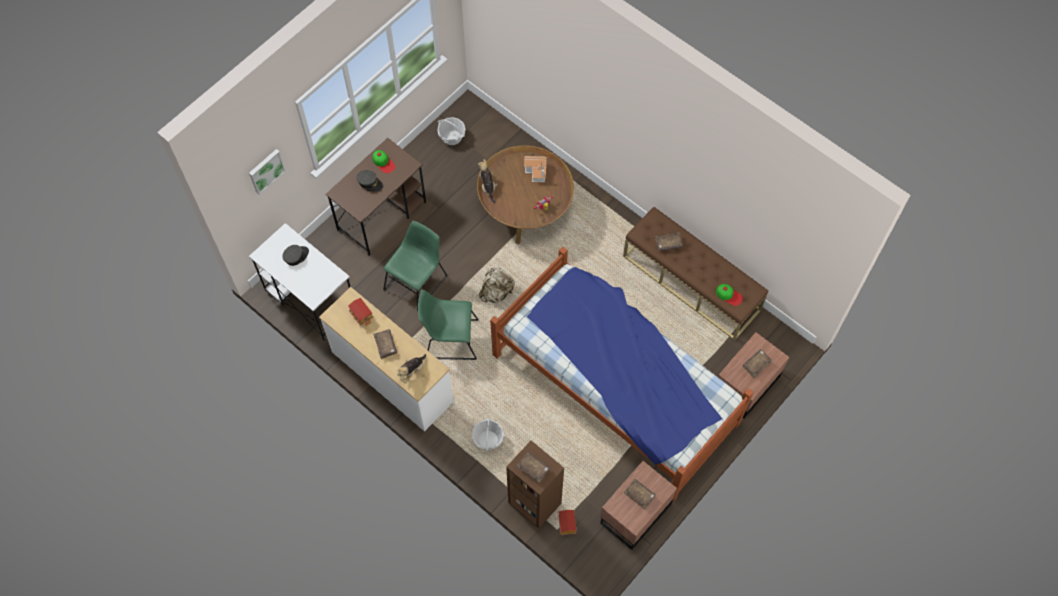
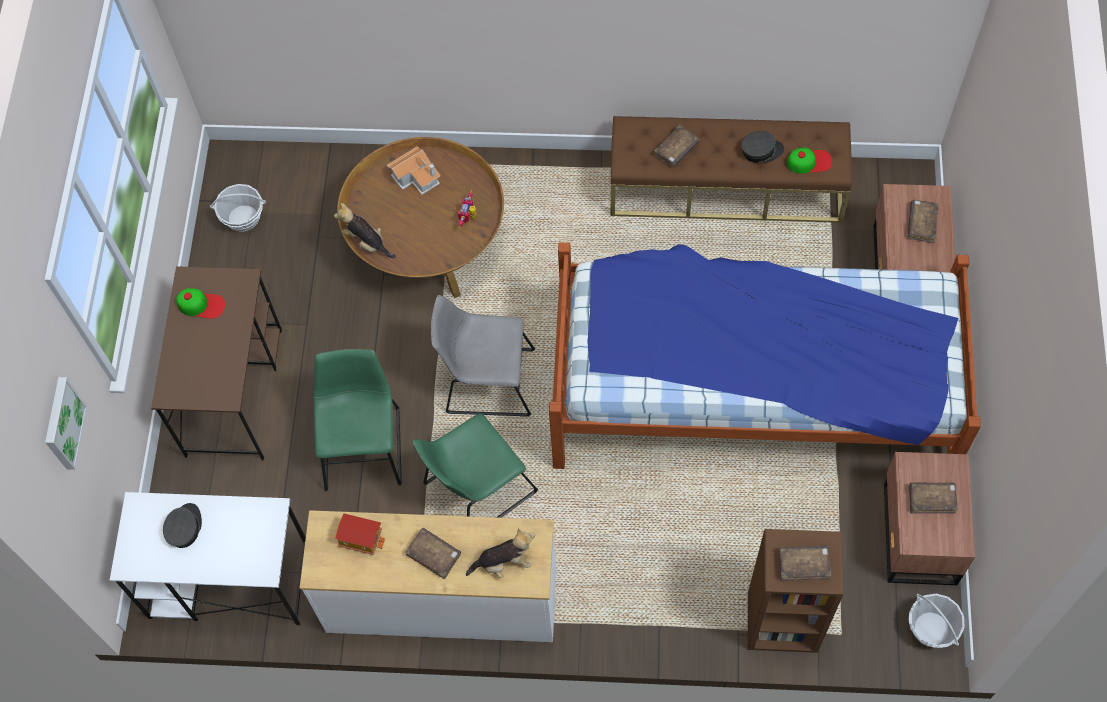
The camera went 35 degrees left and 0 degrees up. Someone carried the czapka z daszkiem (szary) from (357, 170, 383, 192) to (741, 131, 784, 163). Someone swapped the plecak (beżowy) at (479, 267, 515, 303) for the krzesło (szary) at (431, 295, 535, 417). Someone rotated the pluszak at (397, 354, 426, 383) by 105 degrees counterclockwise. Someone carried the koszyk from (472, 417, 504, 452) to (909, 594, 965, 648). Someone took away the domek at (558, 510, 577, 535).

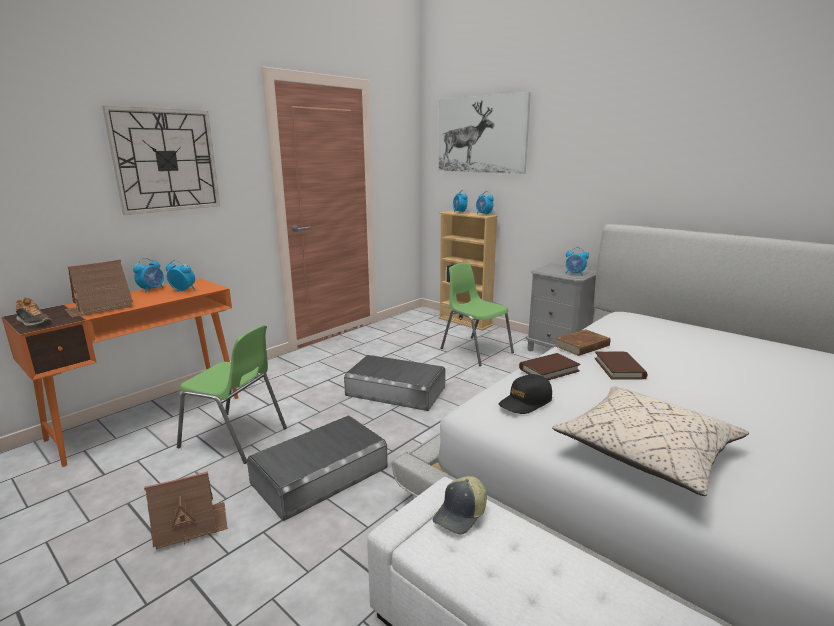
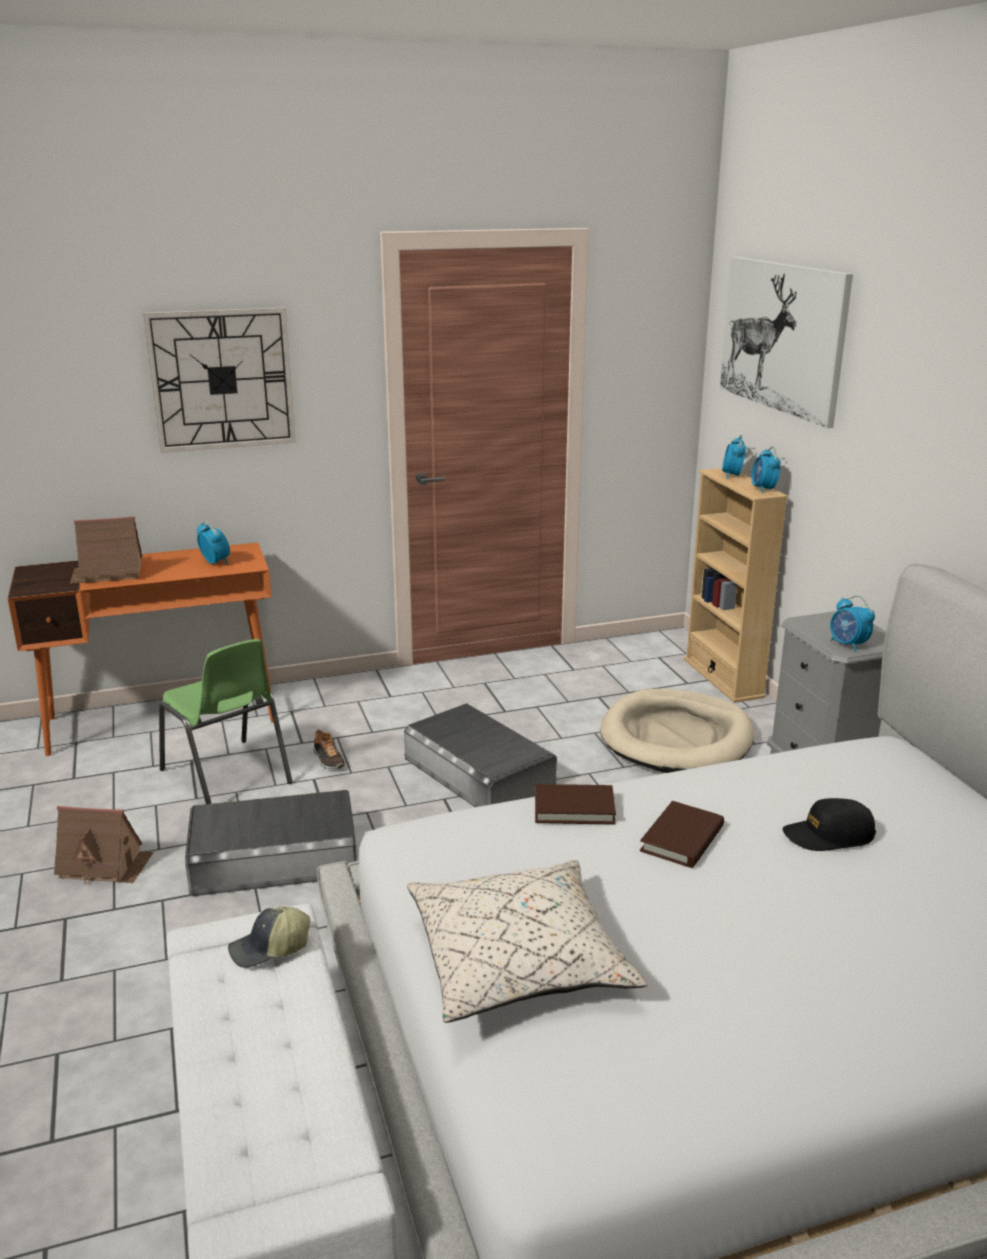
The camera went 30 degrees right and 5 degrees up. Someone took away the budzik at (133, 258, 164, 293). Someone swapped the krzesło (zielony) at (441, 263, 514, 366) for the legowisko (beżowy) at (600, 689, 754, 773). Someone carried the but from (16, 297, 52, 326) to (313, 729, 346, 769). Someone took away the książka (brązowy) at (555, 329, 610, 356). Someone carried the czapka z daszkiem (czarny) from (499, 374, 552, 414) to (782, 798, 876, 851).

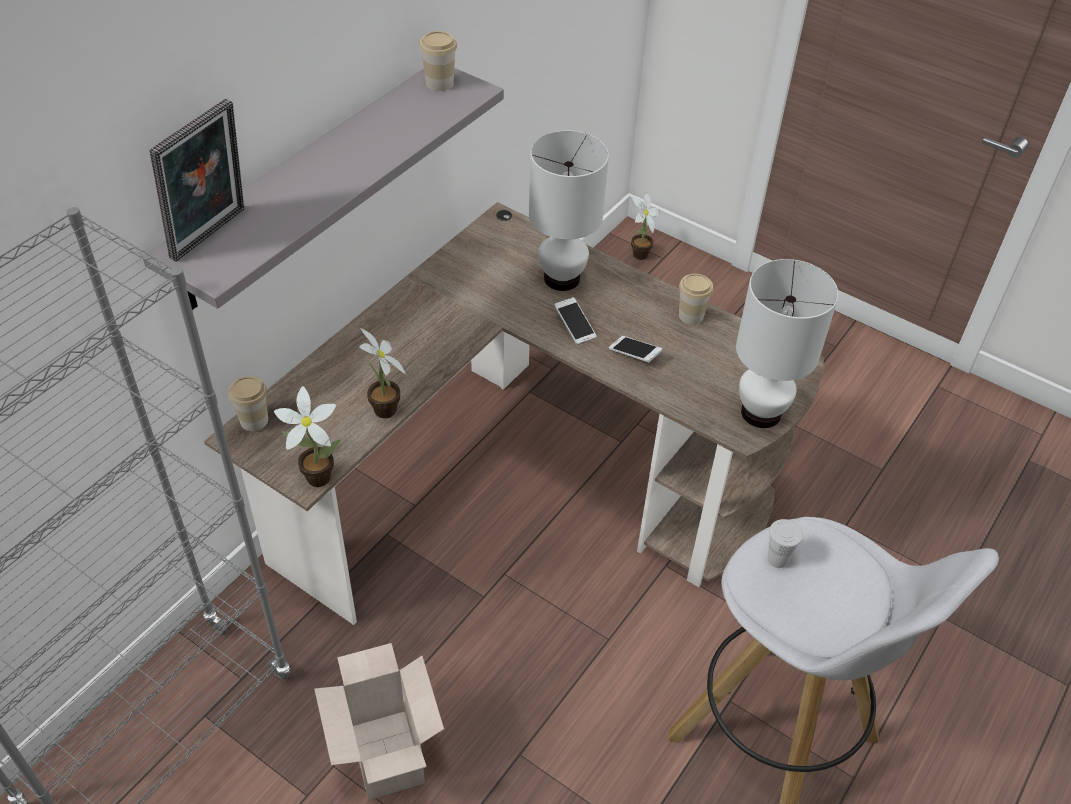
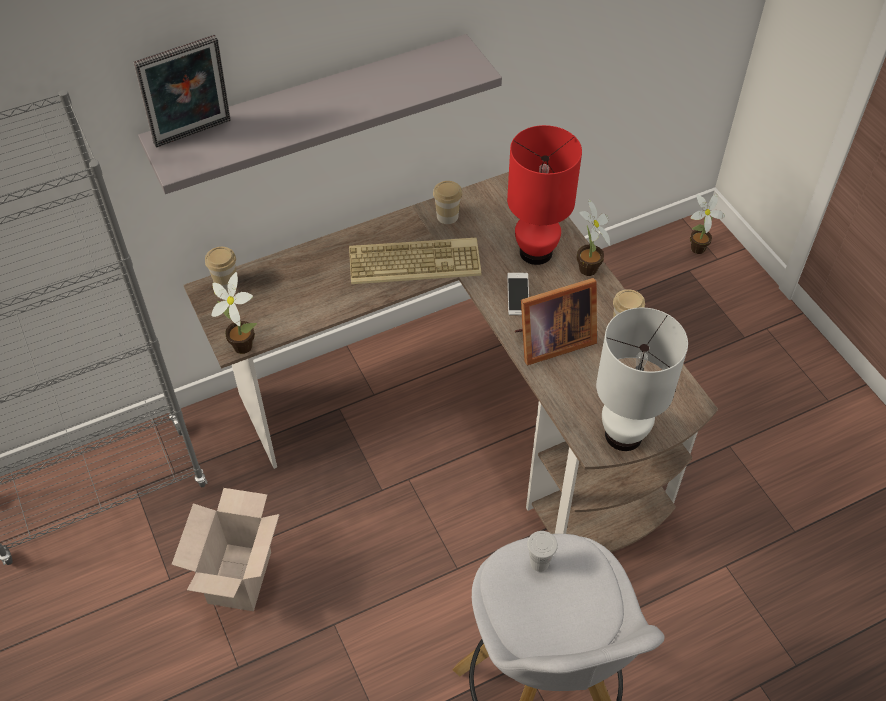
The camera went 30 degrees right and 5 degrees up. Someone carried the filiżanka from (419, 31, 457, 91) to (433, 181, 462, 224). Someone repainted the lampa stołowa (biały) at (529, 130, 609, 291), which became the lampa stołowa (czerwony) at (507, 125, 582, 265). Someone carried the roślina doniczkowa from (359, 328, 406, 418) to (577, 198, 610, 276). Someone swapped the telefon at (609, 336, 662, 362) for the ramka na zdjęcie at (515, 278, 597, 365). Someone put down the klawiatura at (349, 237, 481, 284).

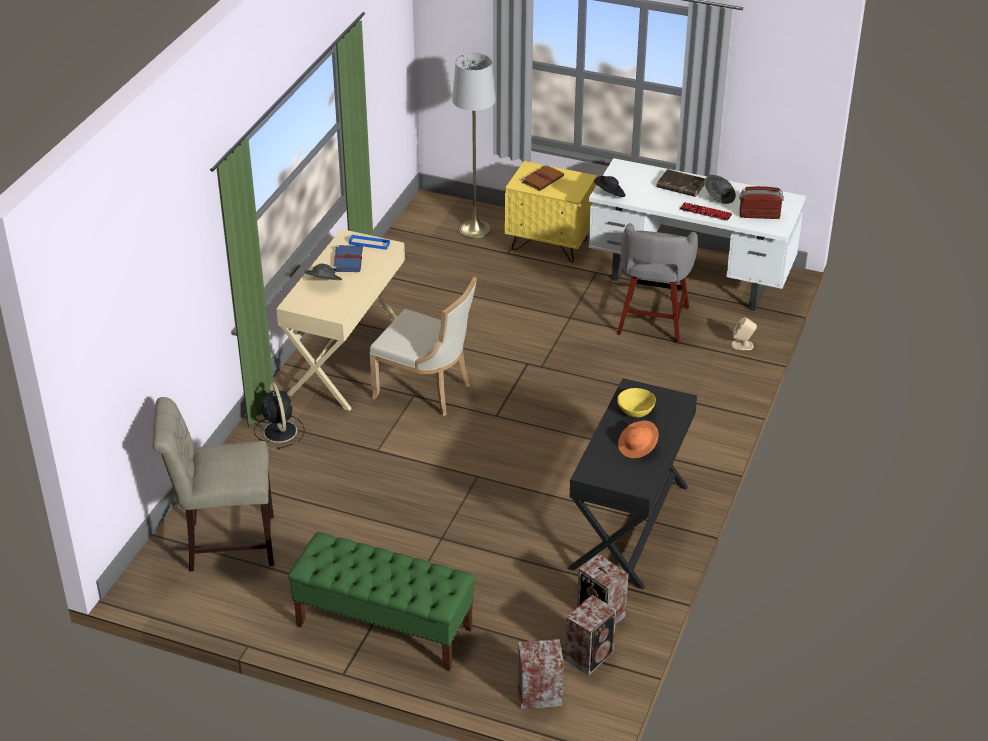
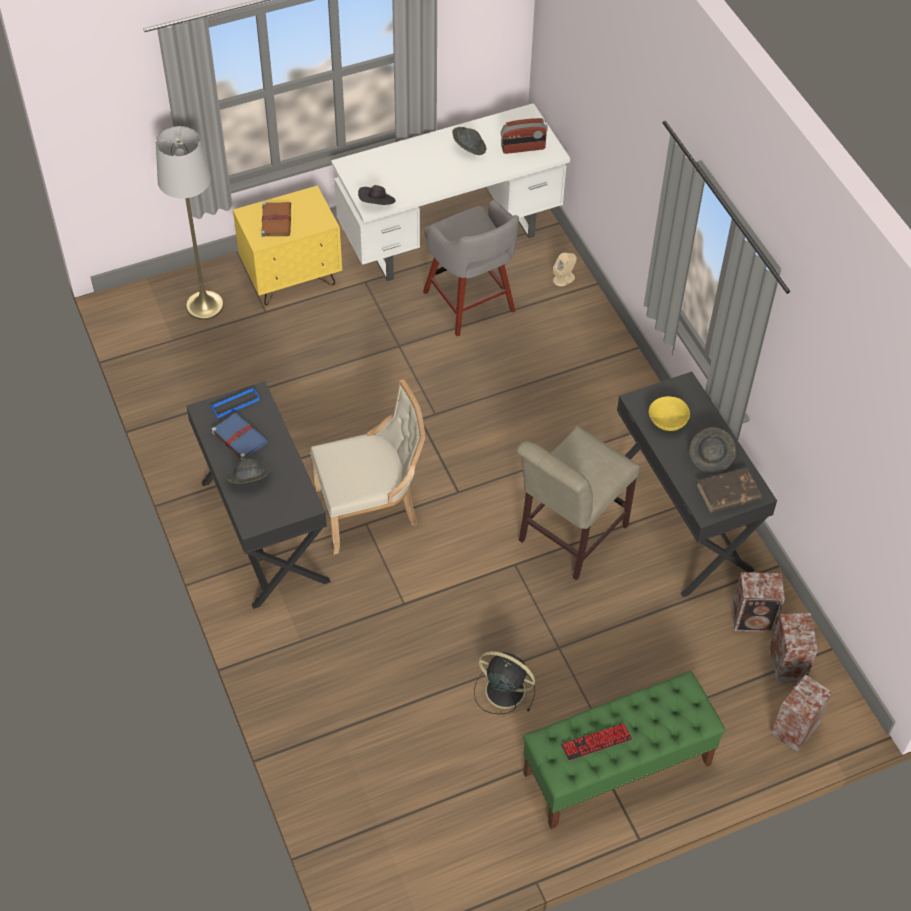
The camera went 45 degrees left and 15 degrees up. Someone carried the książka (brązowy) from (656, 169, 705, 197) to (697, 467, 761, 513). Someone rotated the radio at (739, 186, 784, 219) by 150 degrees counterclockwise. Someone carried the klawiatura from (680, 202, 732, 221) to (561, 723, 632, 761). Someone repainted the biurko (beżowy) at (276, 229, 405, 411), which became the biurko (czarny) at (186, 381, 331, 609). Someone carried the wentylator (czarny) from (254, 382, 305, 450) to (474, 651, 535, 714). Someone carried the krzesło (beżowy) from (153, 397, 274, 572) to (517, 426, 640, 580). Someone repainted the kapelusz (pomarańczowy) at (618, 421, 659, 458), which became the kapelusz (szary) at (689, 427, 736, 473).

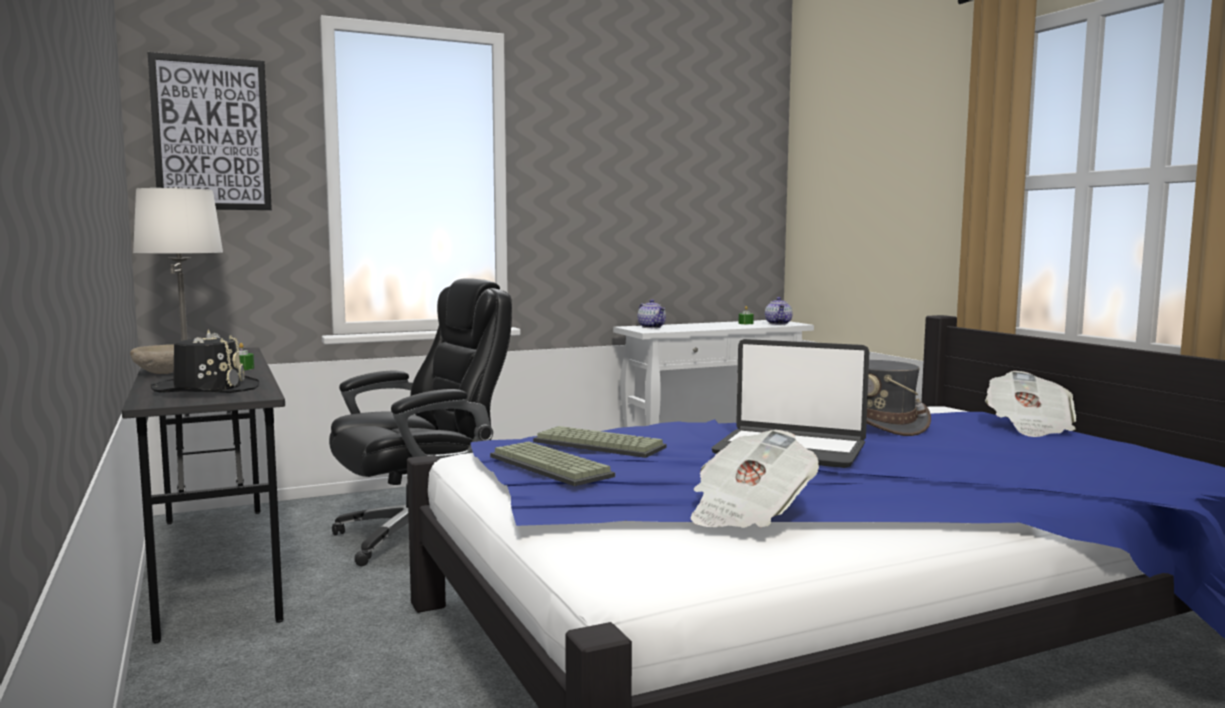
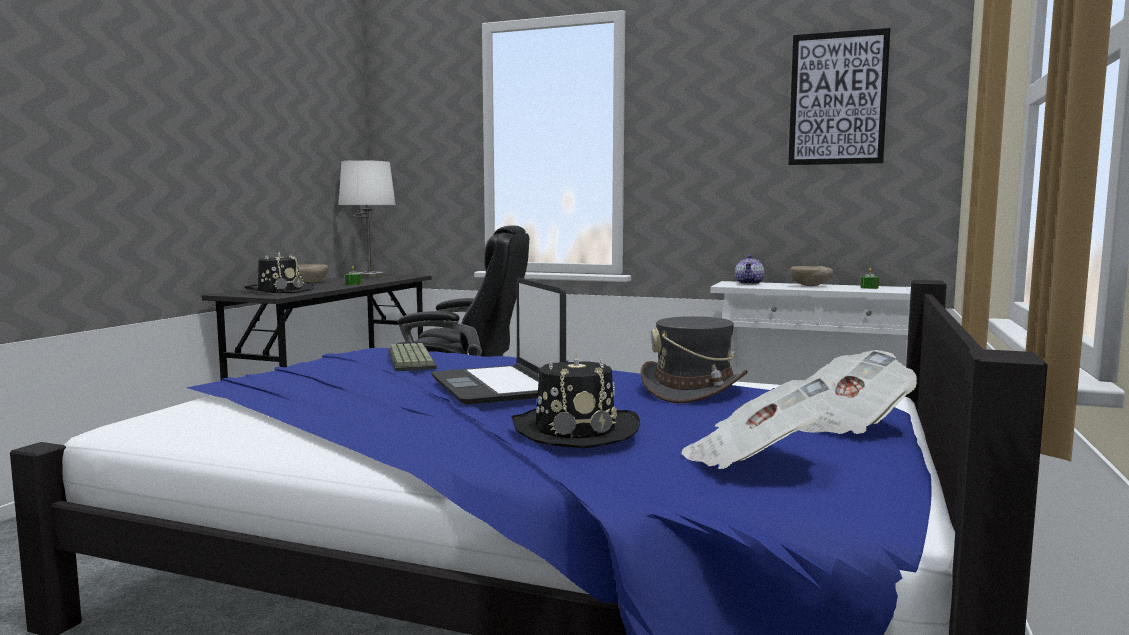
The camera went 45 degrees right and 0 degrees up. Someone carried the obraz from (147, 52, 272, 210) to (788, 28, 890, 165). Someone took away the imbryk at (765, 297, 792, 325). Someone carried the gazeta from (690, 430, 819, 528) to (681, 377, 835, 469). Someone took away the klawiatura at (490, 441, 615, 486). Someone put down the miska (beżowy) at (790, 266, 833, 286). Someone put down the kapelusz (czarny) at (511, 353, 640, 448).

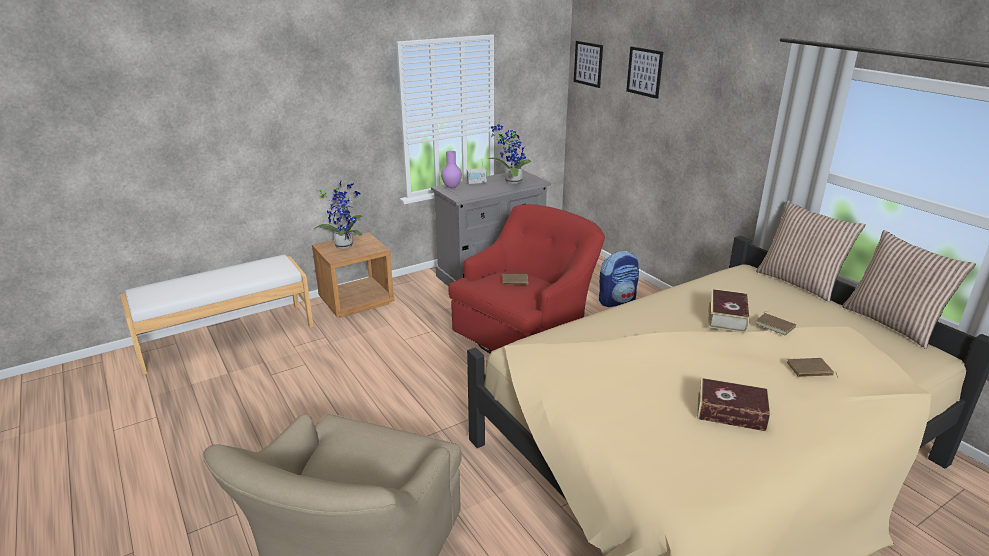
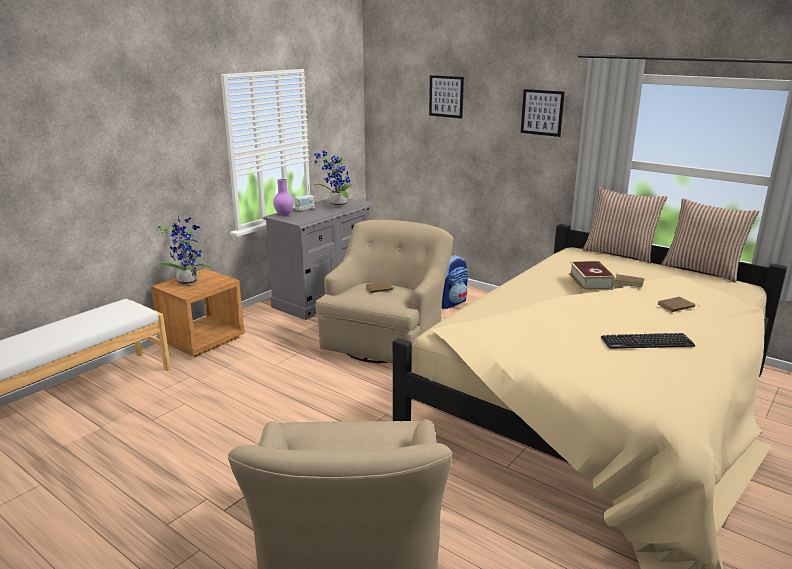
The camera went 20 degrees left and 5 degrees down. Someone carried the obraz from (574, 41, 603, 88) to (521, 89, 565, 137). Someone repainted the fotel (czerwony) at (449, 204, 605, 353), which became the fotel (beżowy) at (316, 220, 453, 363). Someone swapped the książka at (697, 377, 772, 432) for the klawiatura at (601, 333, 695, 349).

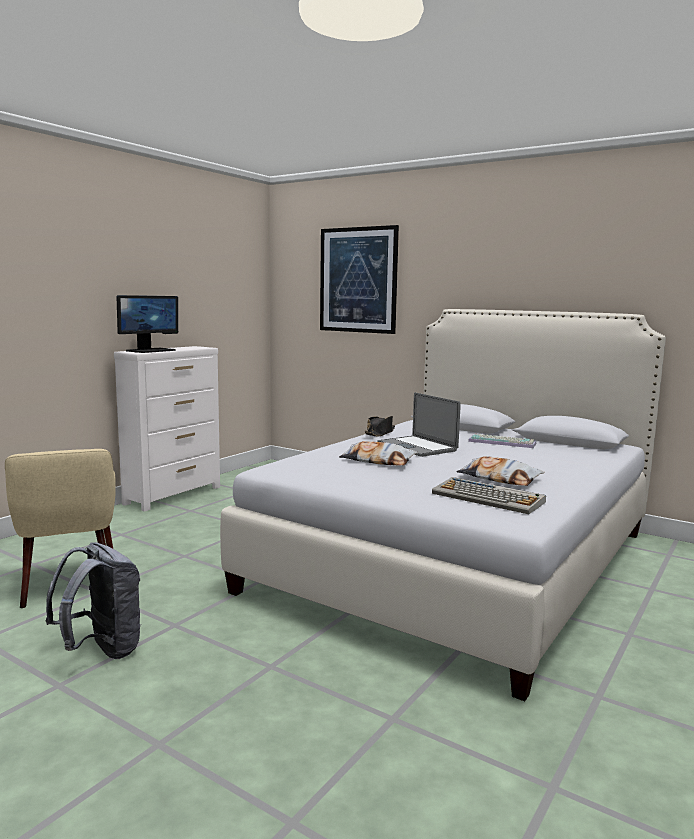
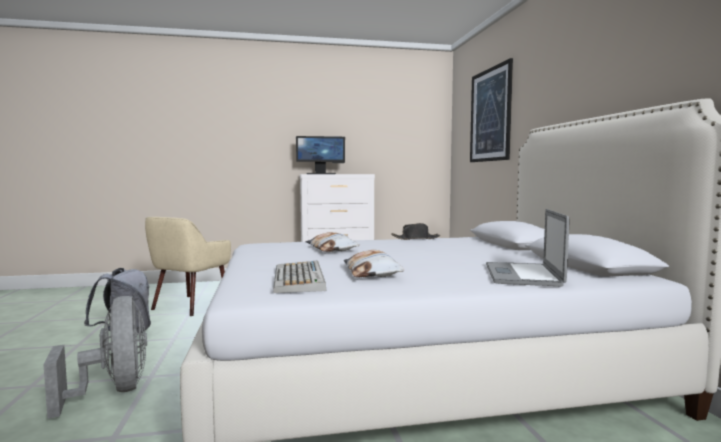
The camera went 45 degrees right and 5 degrees down. Someone carried the laptop from (377, 392, 461, 457) to (486, 209, 570, 286). Someone took away the klawiatura at (468, 434, 536, 448). Someone put down the wentylator (szary) at (44, 296, 147, 419).

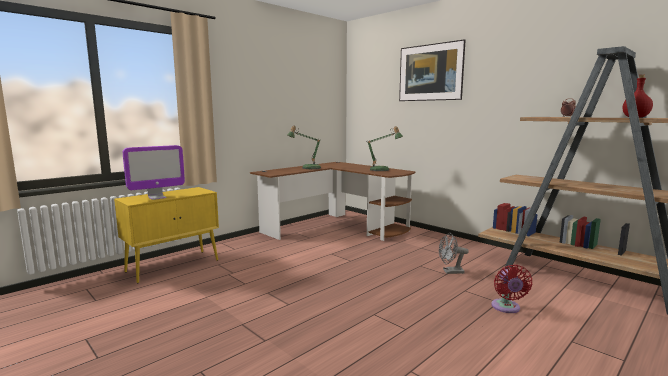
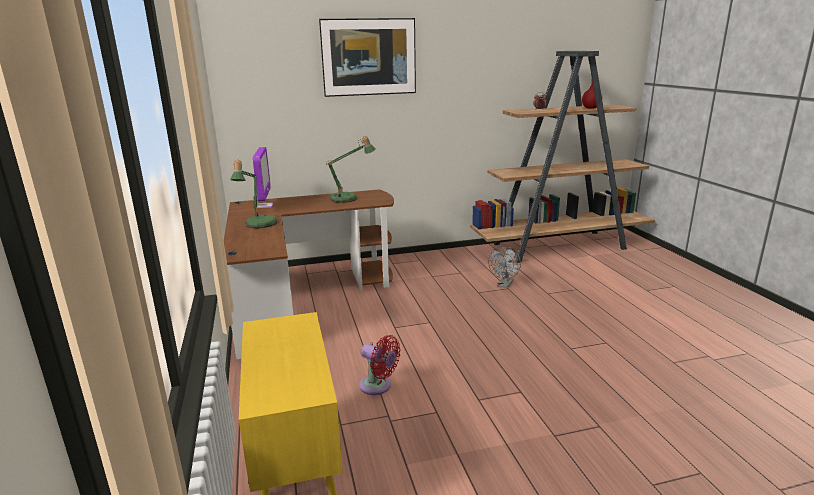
The camera went 60 degrees left and 10 degrees up. Someone carried the monitor from (123, 145, 185, 200) to (253, 147, 273, 208). Someone carried the wentylator (czerwony) from (491, 265, 533, 313) to (359, 335, 401, 395).

